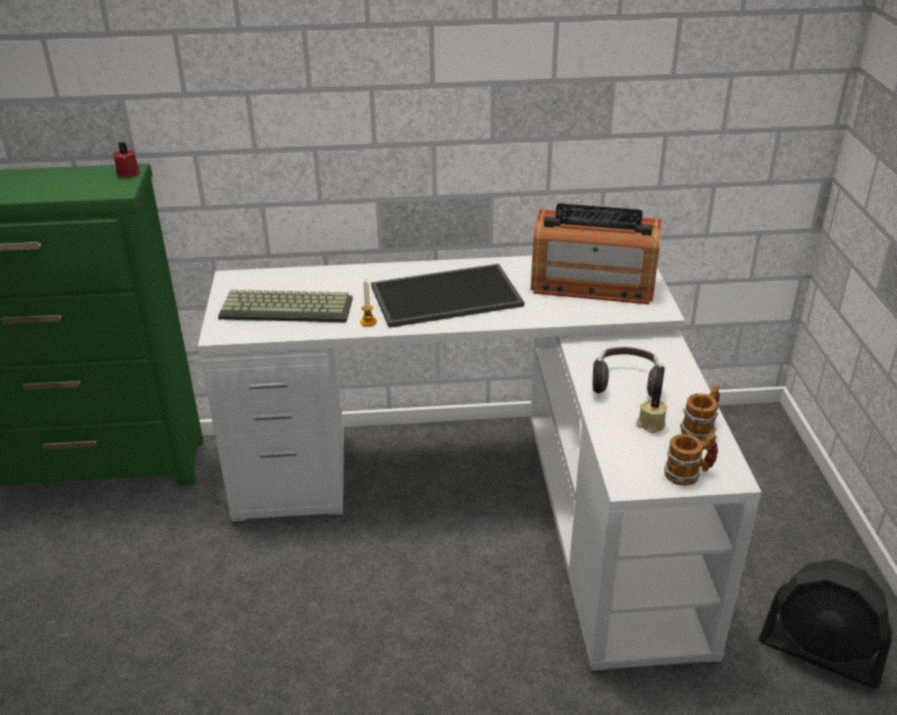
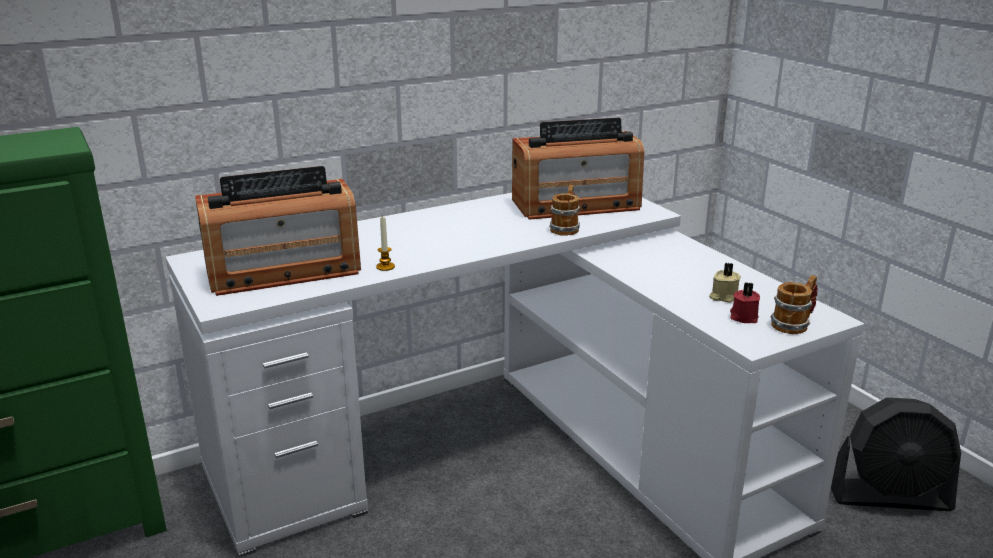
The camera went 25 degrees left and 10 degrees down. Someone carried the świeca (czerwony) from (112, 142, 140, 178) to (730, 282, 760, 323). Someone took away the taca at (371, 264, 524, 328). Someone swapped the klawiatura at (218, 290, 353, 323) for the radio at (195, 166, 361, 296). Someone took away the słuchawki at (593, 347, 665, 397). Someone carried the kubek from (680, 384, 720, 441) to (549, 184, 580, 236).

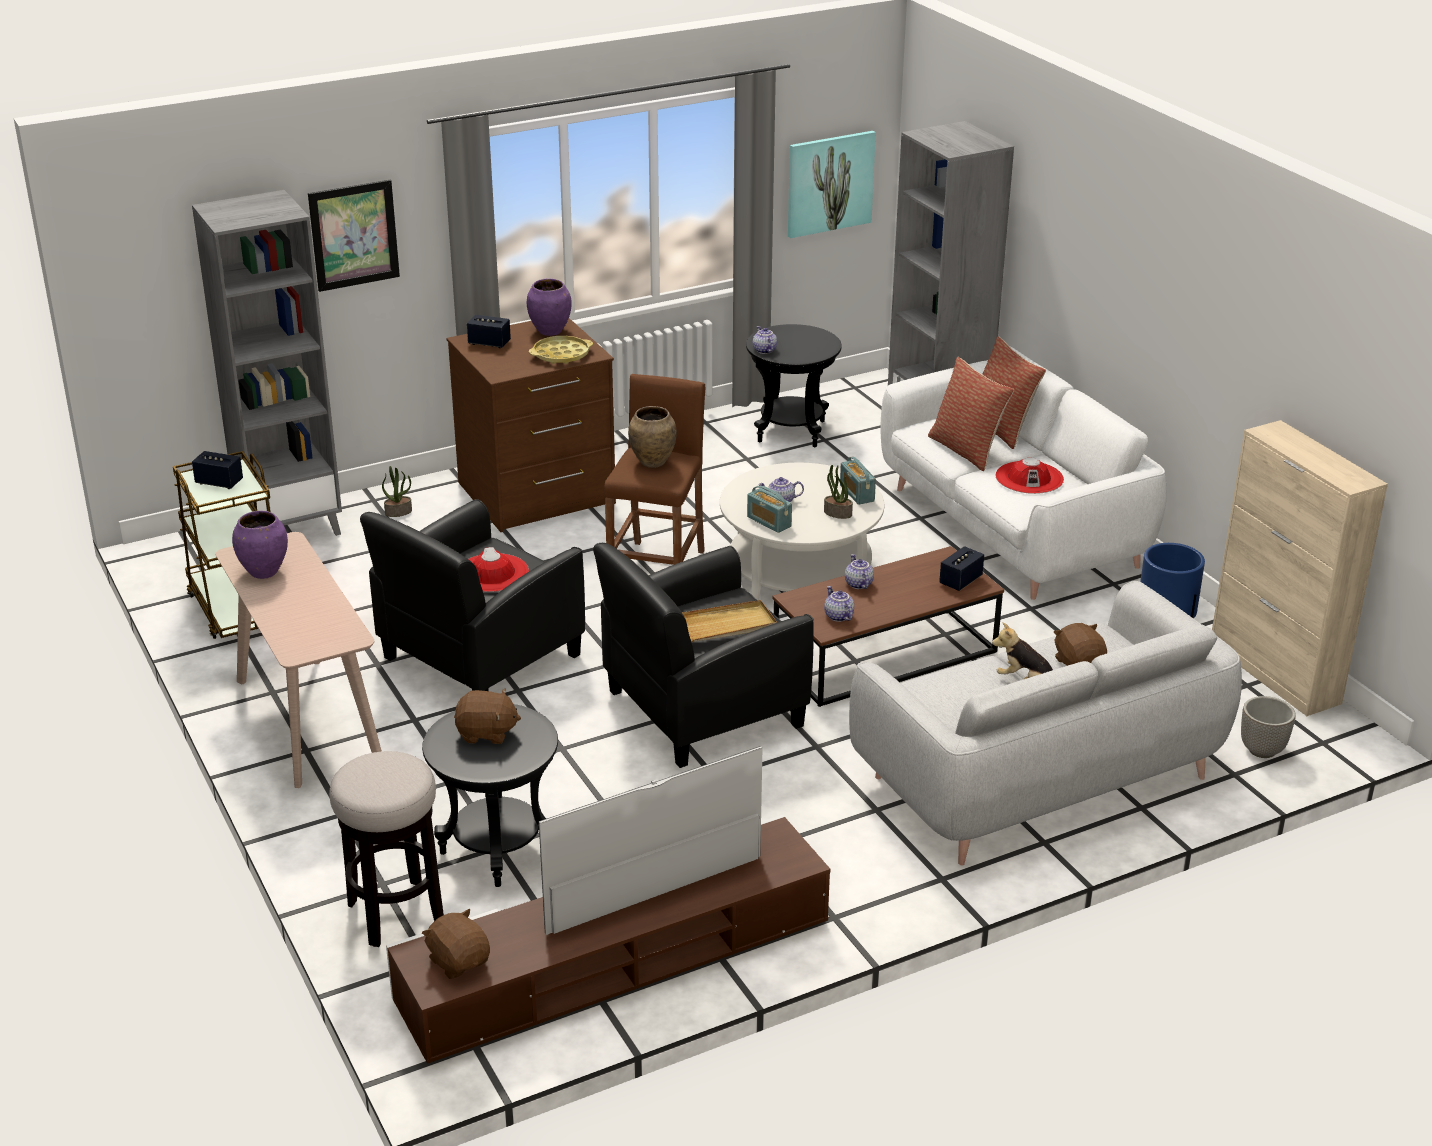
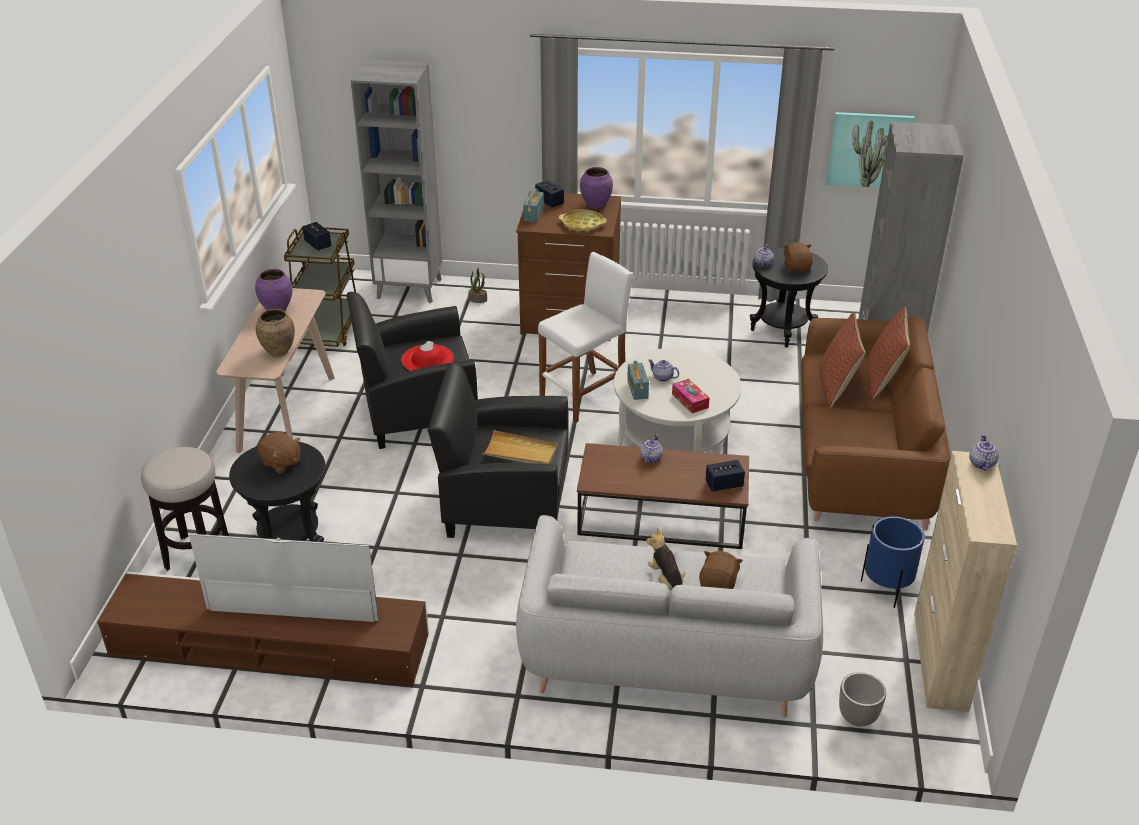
The camera went 35 degrees right and 5 degrees up. Someone took away the obraz at (308, 179, 400, 292). Someone repainted the kanapa (biały) at (880, 346, 1167, 600), which became the kanapa (brązowy) at (801, 316, 951, 531). Someone repainted the stołek (brązowy) at (604, 374, 705, 565), which became the stołek (biały) at (538, 252, 633, 423). Someone carried the wazon (brązowy) from (628, 406, 677, 468) to (256, 309, 295, 357). Someone carried the radio from (840, 457, 876, 505) to (523, 189, 544, 222). Someone took away the kapelusz (czerwony) at (996, 458, 1064, 494). Someone swapped the roślina doniczkowa at (824, 465, 853, 519) for the pudełko chusteczek at (672, 379, 709, 413). Someone carried the imbryk from (824, 586, 854, 622) to (969, 434, 999, 471). Someone carried the pluszak (brązowy) from (422, 909, 490, 979) to (783, 242, 813, 273).

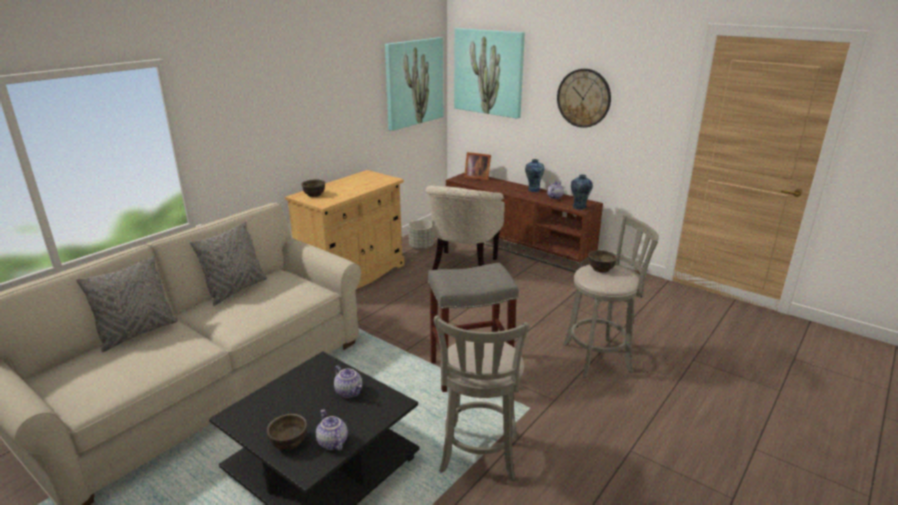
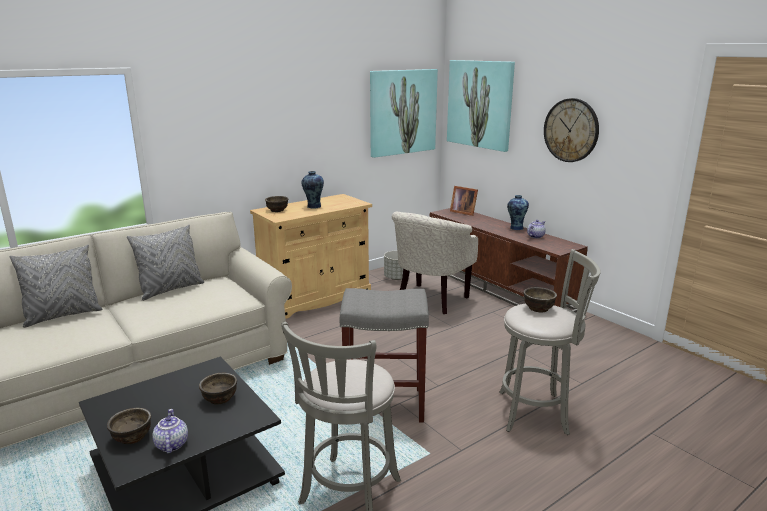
The camera went 15 degrees right and 5 degrees down. Someone carried the wazon from (571, 174, 593, 210) to (301, 171, 324, 208). Someone swapped the imbryk at (334, 366, 362, 398) for the miska (brązowy) at (199, 373, 237, 404).

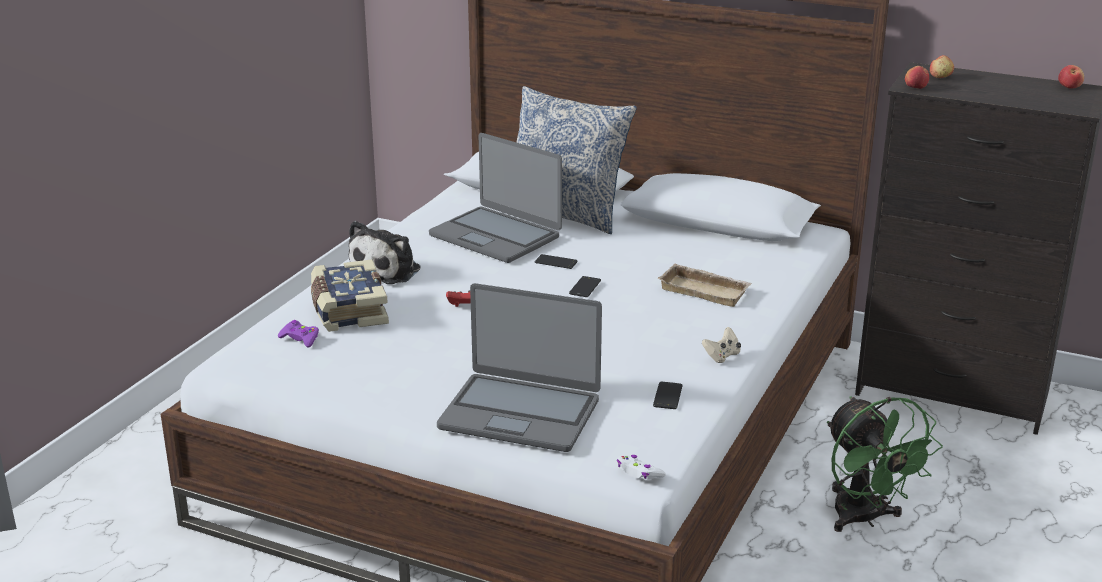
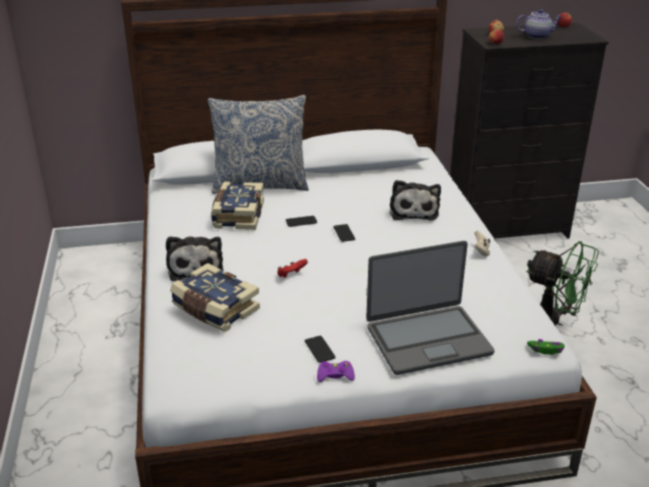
The camera went 35 degrees left and 5 degrees up. Someone swapped the laptop at (429, 133, 562, 263) for the książka at (211, 182, 264, 230). Someone swapped the taca (beżowy) at (657, 264, 752, 307) for the pluszak at (390, 180, 441, 220). Someone carried the pad do gier (fioletowy) from (278, 320, 319, 347) to (317, 361, 355, 382). Someone carried the telefon from (653, 382, 683, 409) to (305, 336, 336, 363). Someone repainted the pad do gier (biały) at (617, 455, 666, 480), which became the pad do gier (zielony) at (527, 339, 564, 355). Someone put down the imbryk at (516, 9, 562, 39).

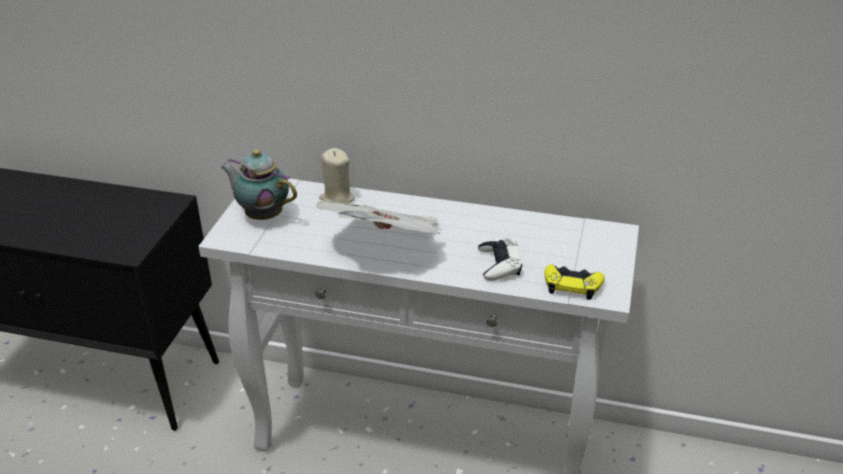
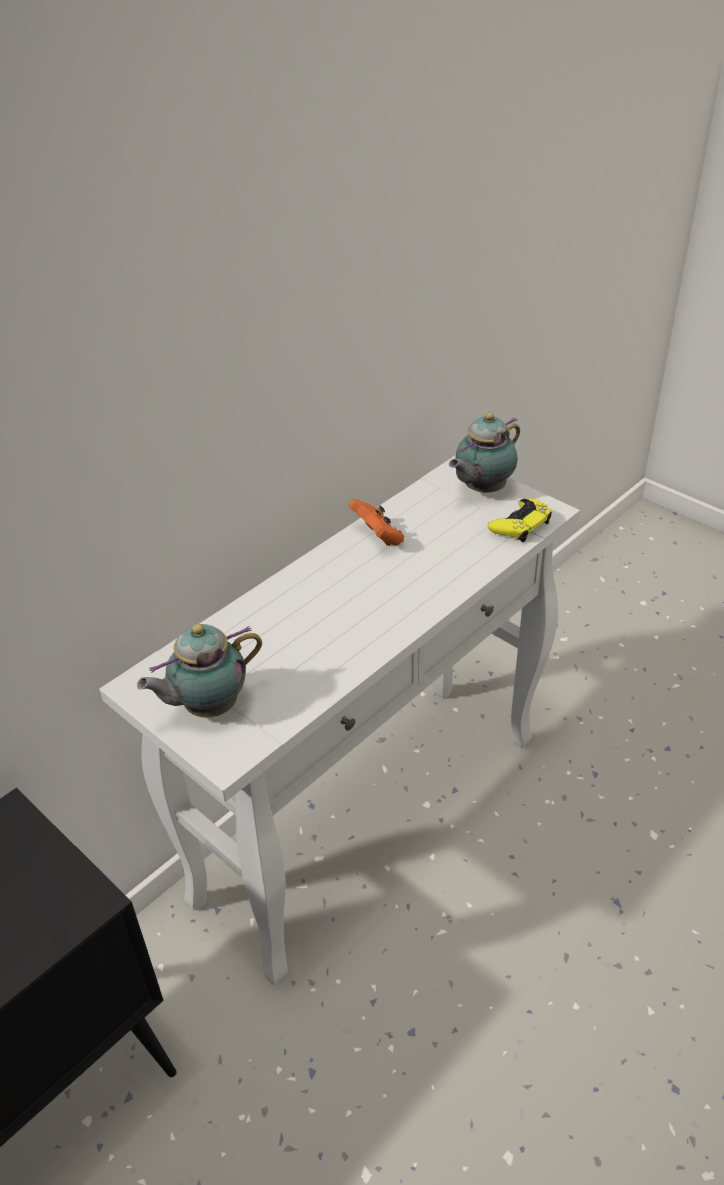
The camera went 60 degrees left and 5 degrees up. Someone took away the świeca (beżowy) at (319, 148, 355, 204). Someone took away the gazeta at (316, 201, 443, 234). Someone took away the pad do gier (biały) at (478, 238, 522, 281). Someone put down the imbryk at (449, 413, 520, 493). Someone put down the pad do gier (pomarańczowy) at (348, 499, 404, 546).

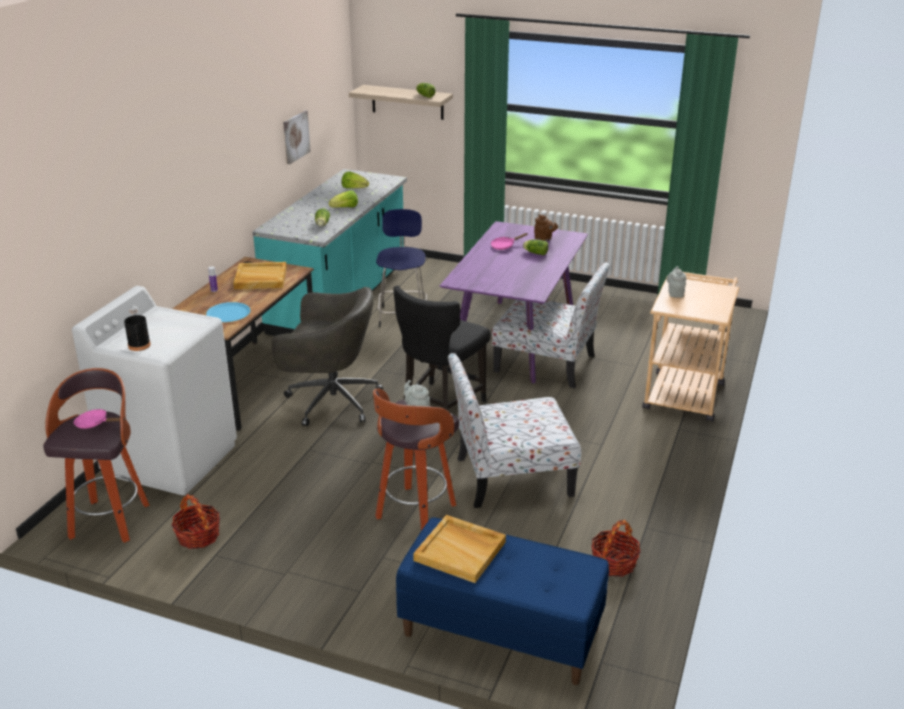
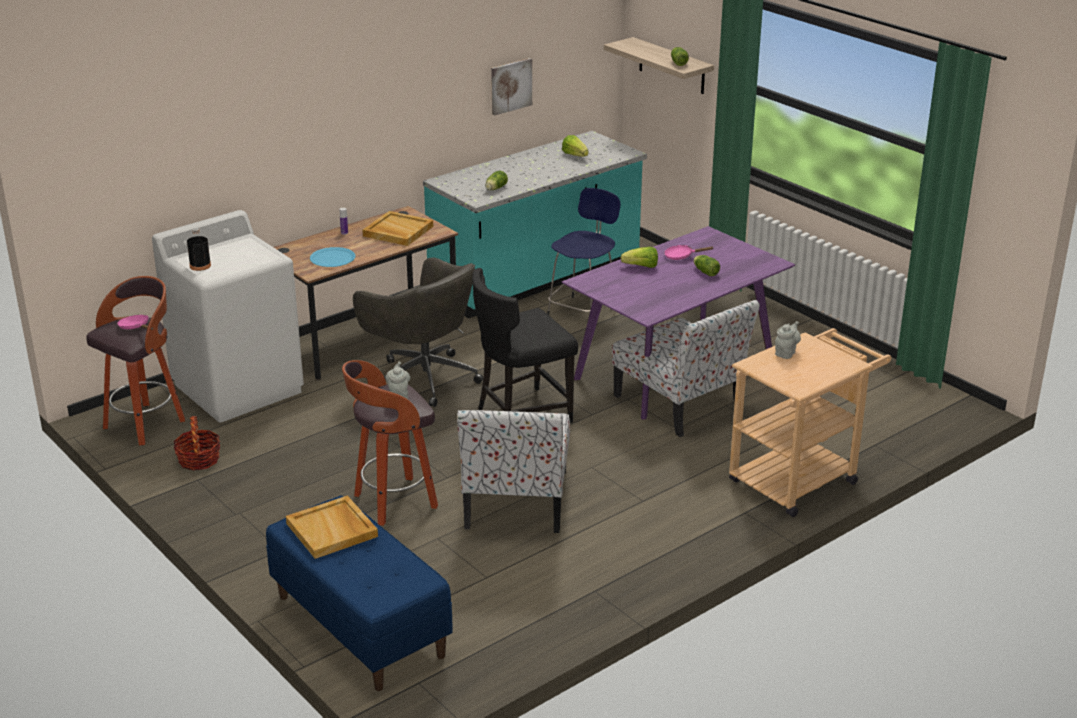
The camera went 30 degrees right and 0 degrees up. Someone carried the sałata from (329, 190, 358, 208) to (621, 247, 658, 268). Someone took away the imbryk (brązowy) at (534, 214, 558, 241). Someone rotated the krzesło at (448, 353, 581, 508) by 105 degrees counterclockwise. Someone took away the koszyk at (591, 519, 641, 577).

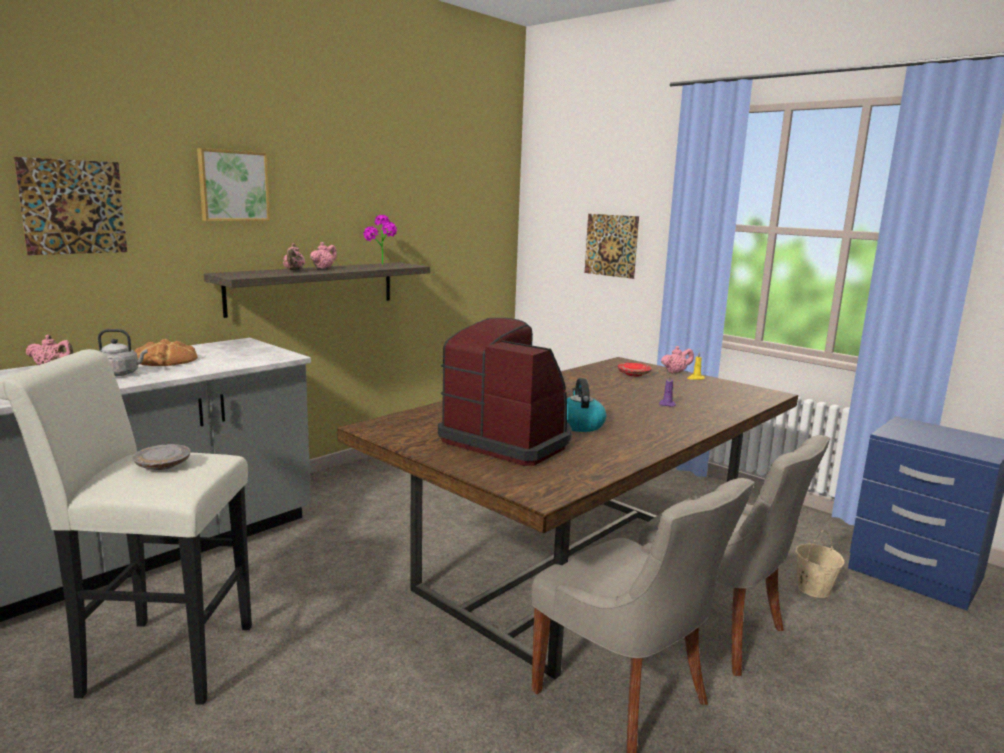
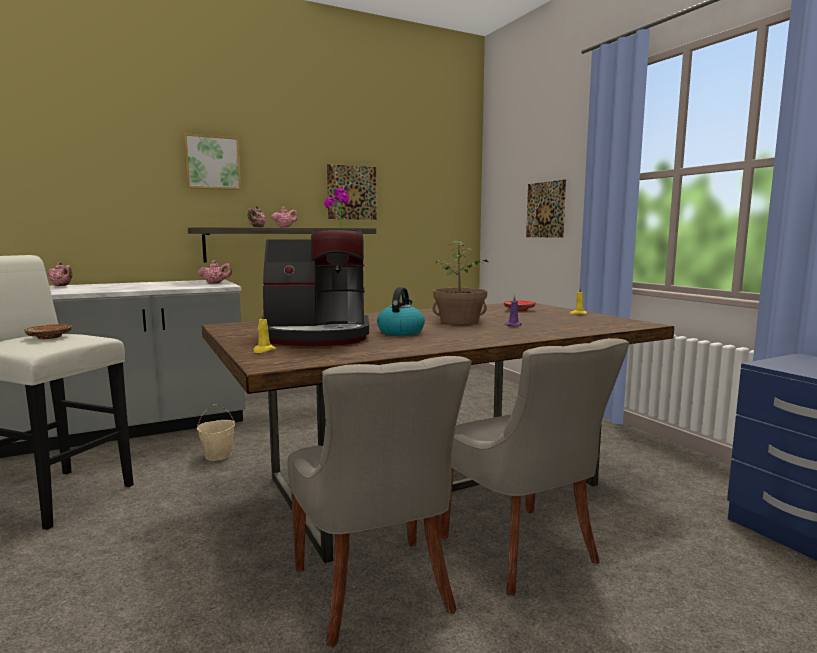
The camera went 20 degrees right and 5 degrees down. Someone carried the obraz from (14, 157, 127, 255) to (327, 164, 377, 220). Someone rotated the ekspres do kawy at (438, 318, 572, 466) by 120 degrees clockwise. Someone took away the czajnik (szary) at (98, 329, 147, 376). Someone took away the chleb at (135, 339, 198, 366). Someone carried the imbryk (różowy) from (661, 346, 694, 374) to (198, 260, 232, 284). Someone repainted the talerz (szary) at (133, 444, 191, 470), which became the talerz (brązowy) at (24, 324, 72, 339). Someone carried the wiadro (beżowy) from (796, 530, 844, 598) to (197, 404, 235, 461). Someone put down the roślina doniczkowa at (433, 240, 489, 324). Someone put down the świeca (żółty) at (253, 311, 276, 353).

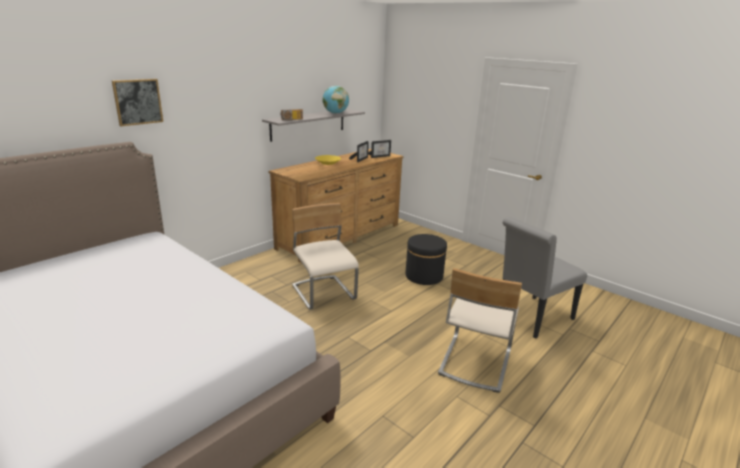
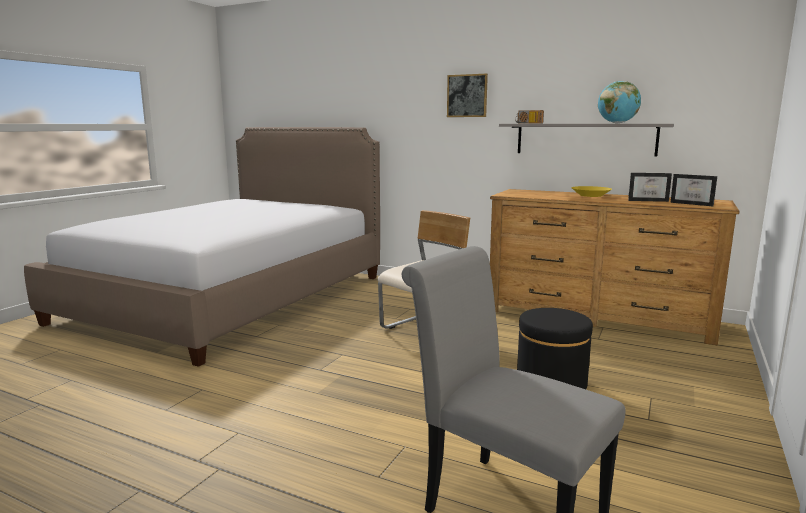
The camera went 75 degrees right and 10 degrees down. Someone carried the obraz from (112, 79, 163, 126) to (447, 74, 488, 117). Someone took away the krzesło (beżowy) at (438, 268, 522, 393).

